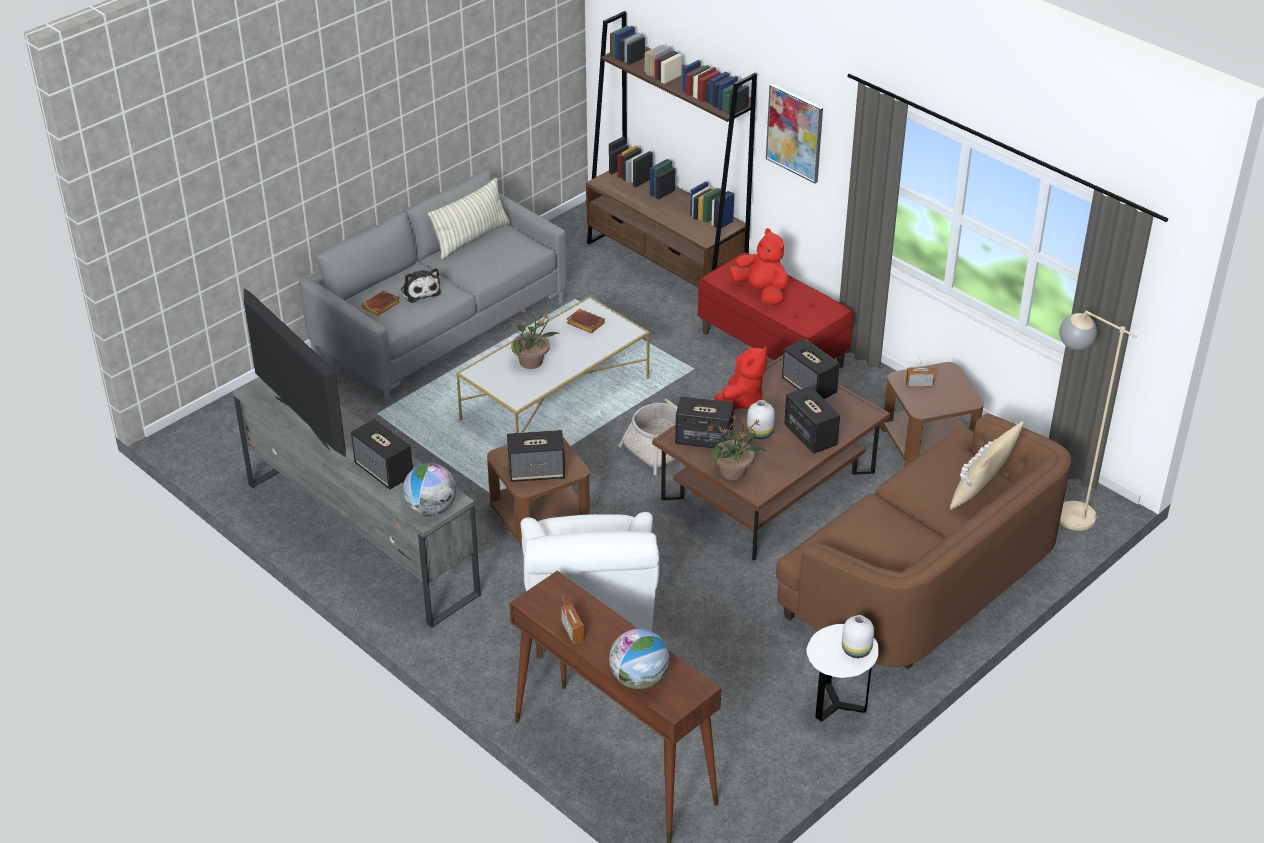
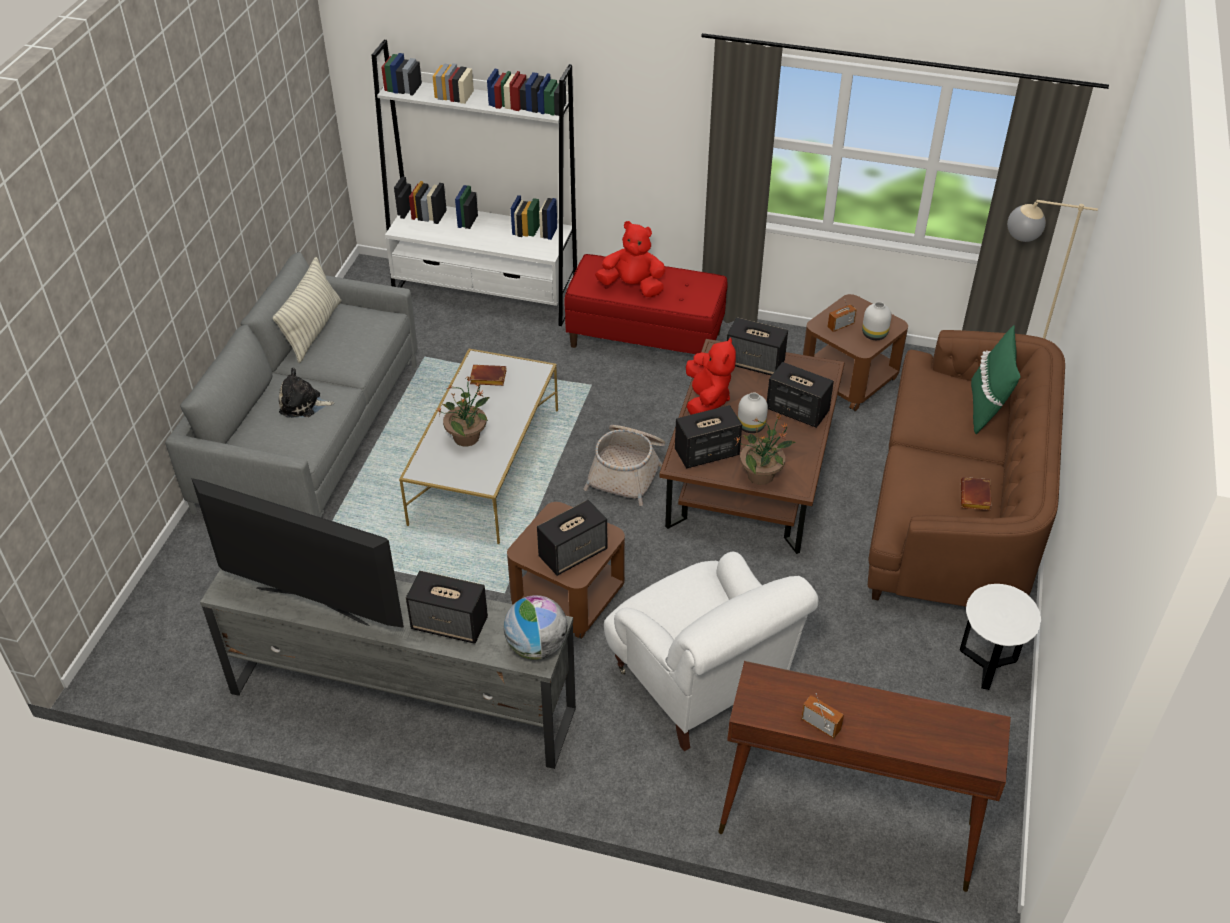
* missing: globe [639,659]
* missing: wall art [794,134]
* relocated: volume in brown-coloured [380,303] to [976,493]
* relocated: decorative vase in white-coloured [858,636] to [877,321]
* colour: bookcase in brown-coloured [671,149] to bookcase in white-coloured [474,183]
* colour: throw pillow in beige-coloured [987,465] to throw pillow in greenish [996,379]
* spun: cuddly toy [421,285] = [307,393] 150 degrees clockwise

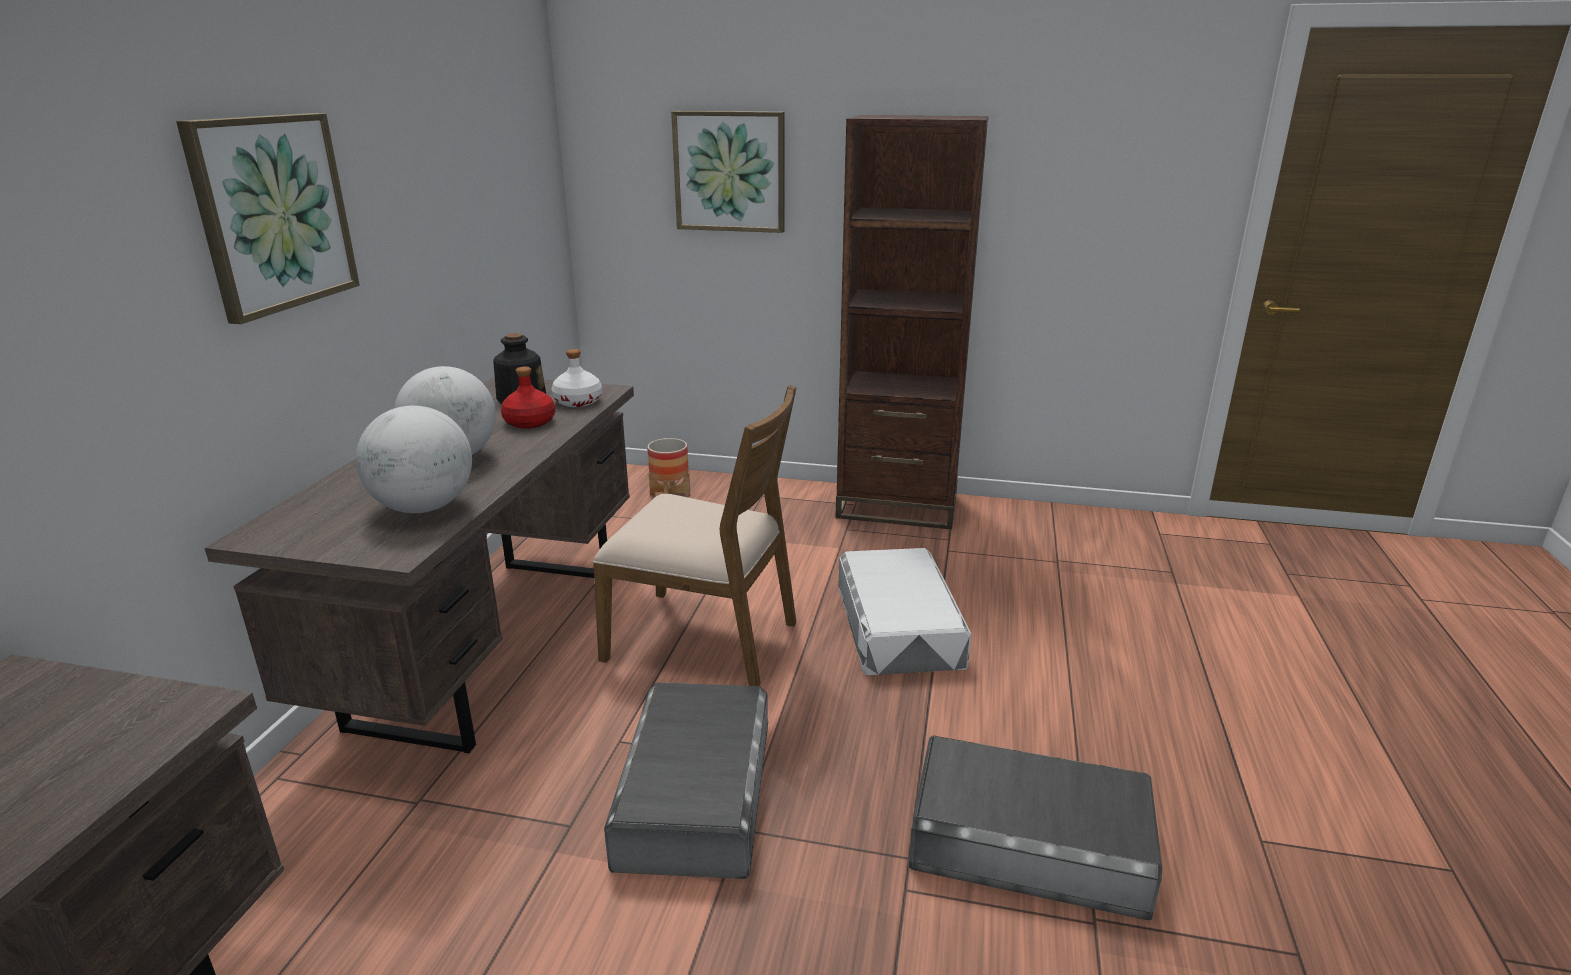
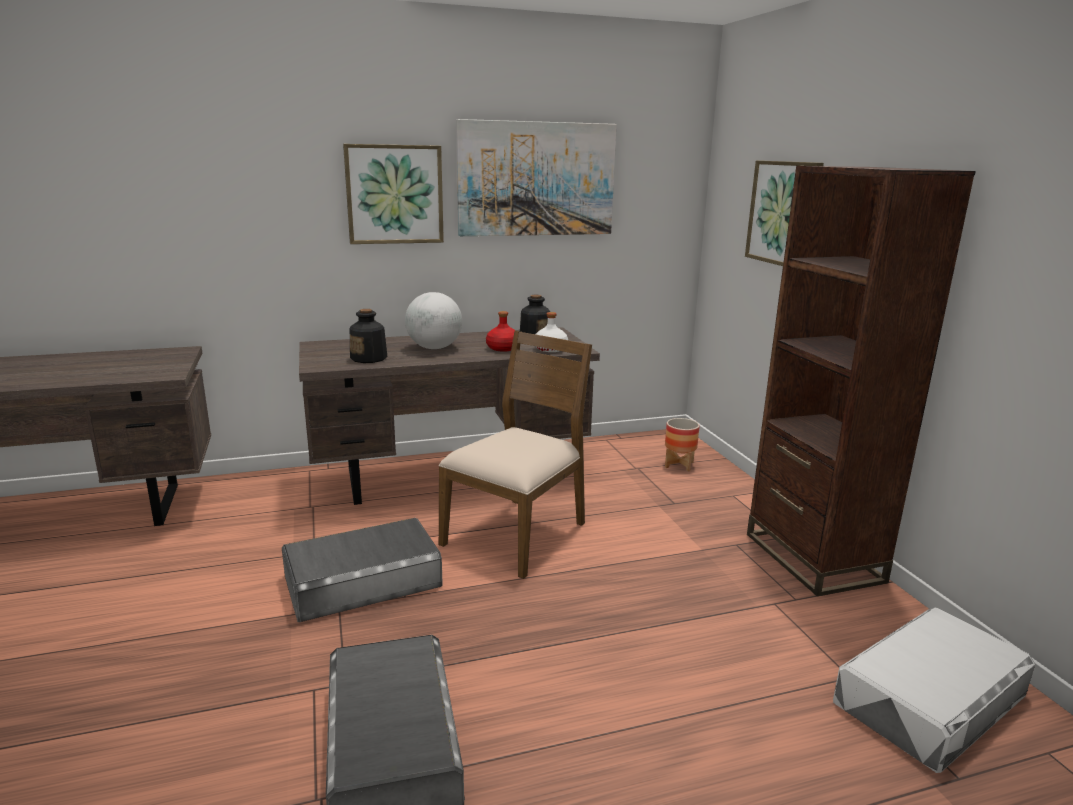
* appeared: wall art [536,177]
* relocated: storage bin in white-coloured [904,611] to [934,690]
* exchanged: globe [414,459] to beverage bottle [368,336]
* spun: plain chair in brown-coloured [695,535] = [515,455] 135 degrees counterclockwise

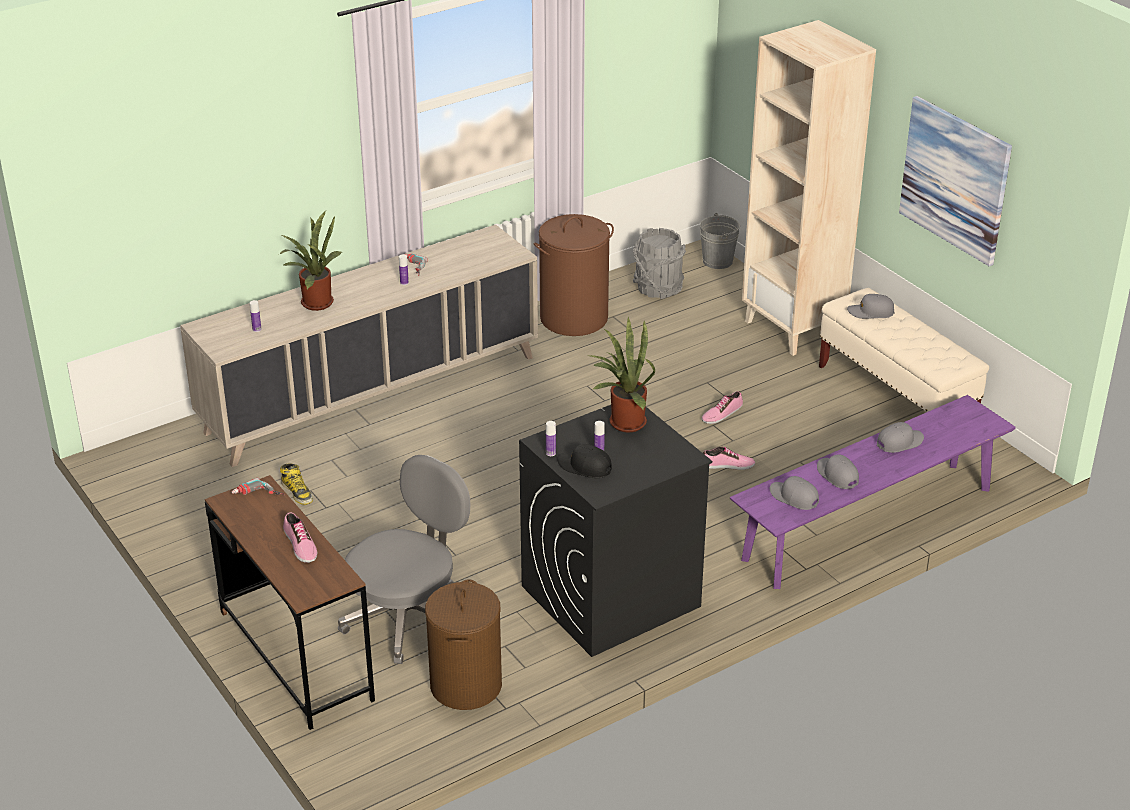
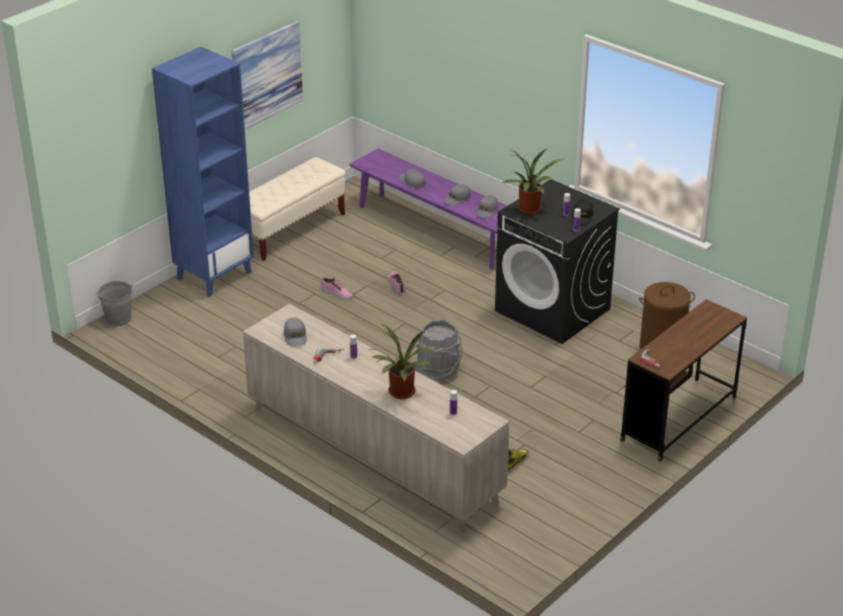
* missing: item of footwear [300,537]
* missing: computer chair in grey [404,559]
* missing: laundry basket in brown-coloured [574,275]
* relocated: bucket in grey [659,263] to [439,349]
* relocated: cap in grey [871,306] to [295,331]
* colour: bookcase in beige-coloured [809,188] to bookcase in blue [203,172]

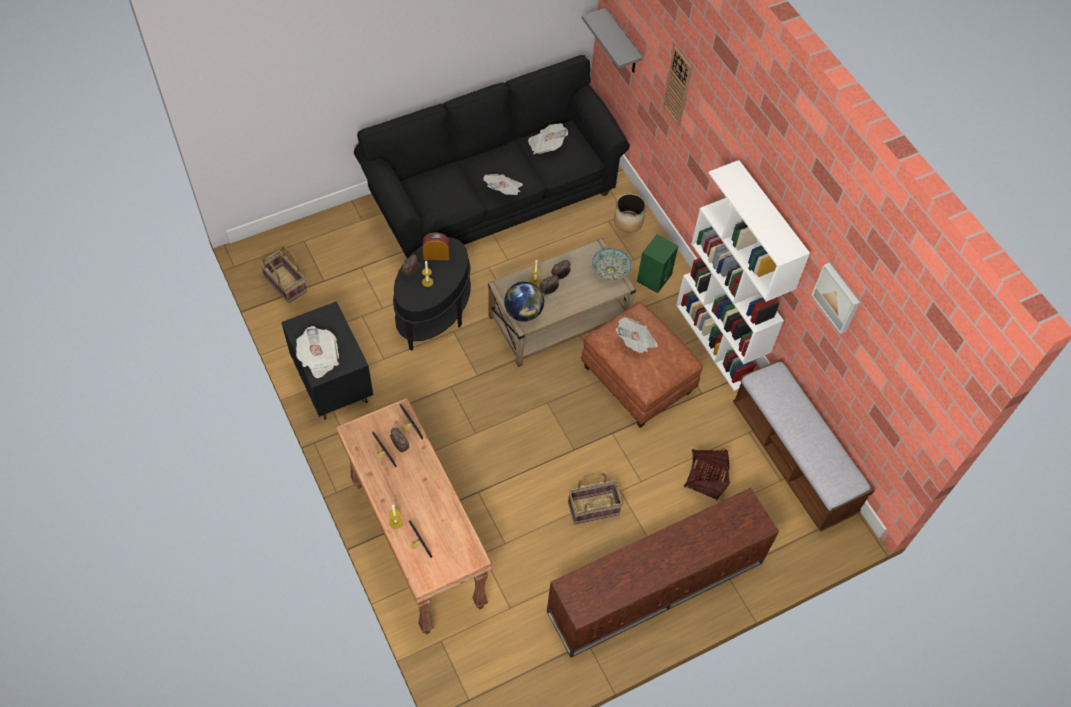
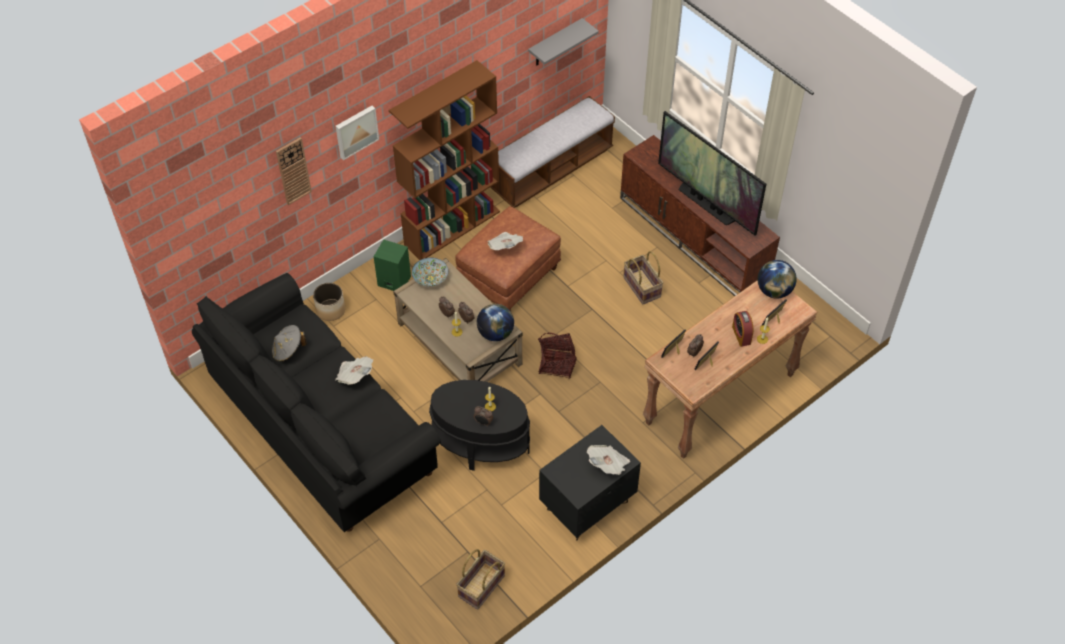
* appeared: TV [712,173]
* appeared: globe [777,279]
* relocated: alarm clock [436,246] to [742,329]
* relocated: wall shelf in grey [612,40] to [563,41]
* relocated: storage basket [707,474] to [557,356]
* relocated: wall art [835,298] to [357,133]
* exchanged: newspaper [548,138] to wearable hat in grey [289,343]
* colour: bookcase in white-coloured [743,275] to bookcase in brown-coloured [444,160]

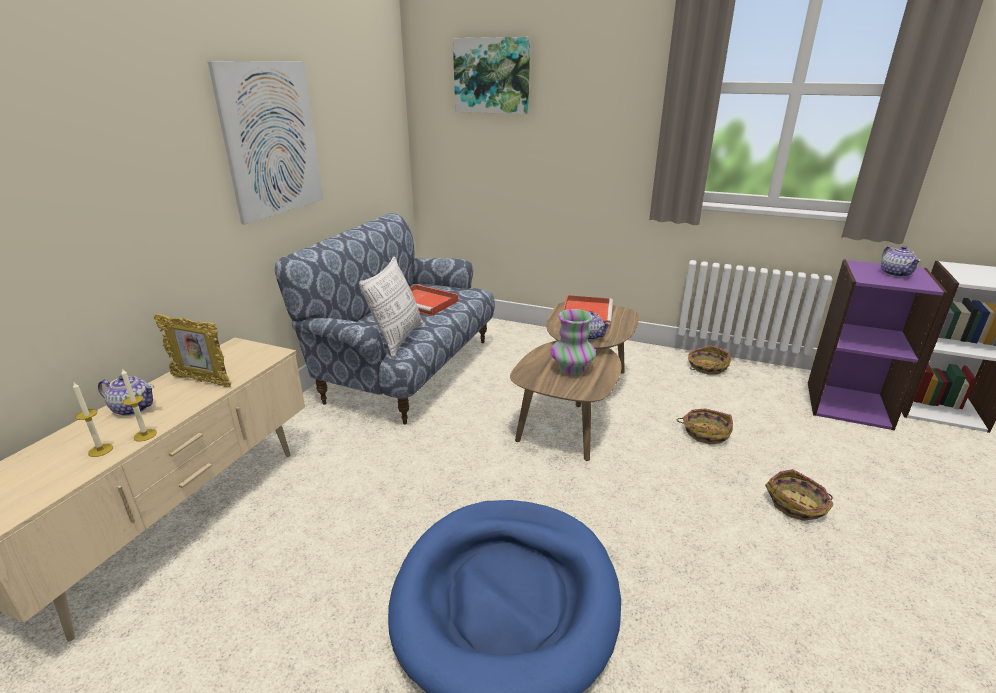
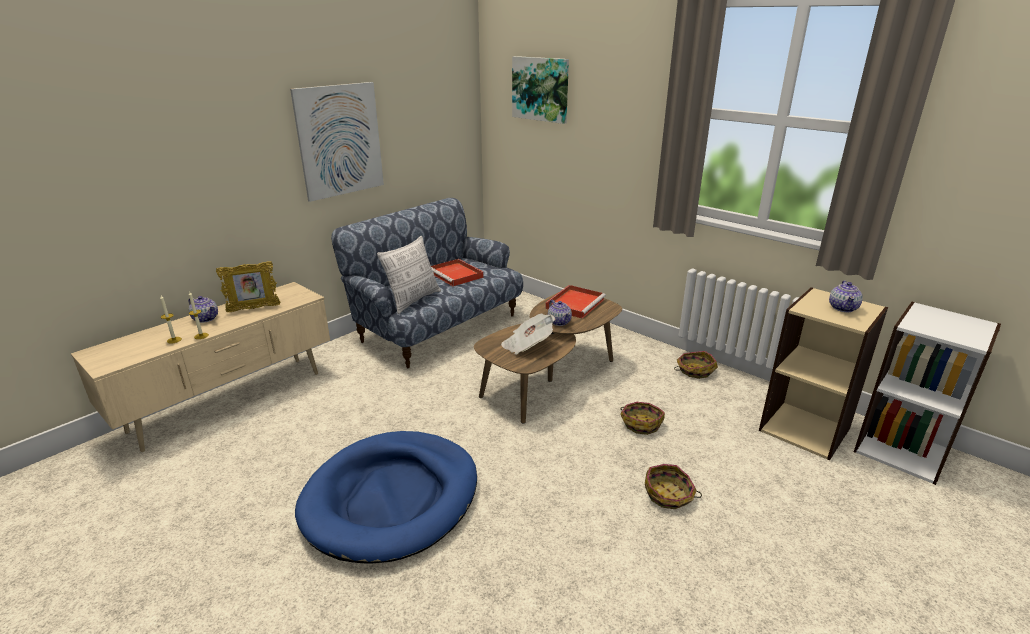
* exchanged: decorative vase [573,342] to newspaper [528,334]
* colour: bookcase in purple-coloured [877,345] to bookcase in beige-coloured [823,374]
* spun: standing frame [192,350] = [248,286] 60 degrees counterclockwise

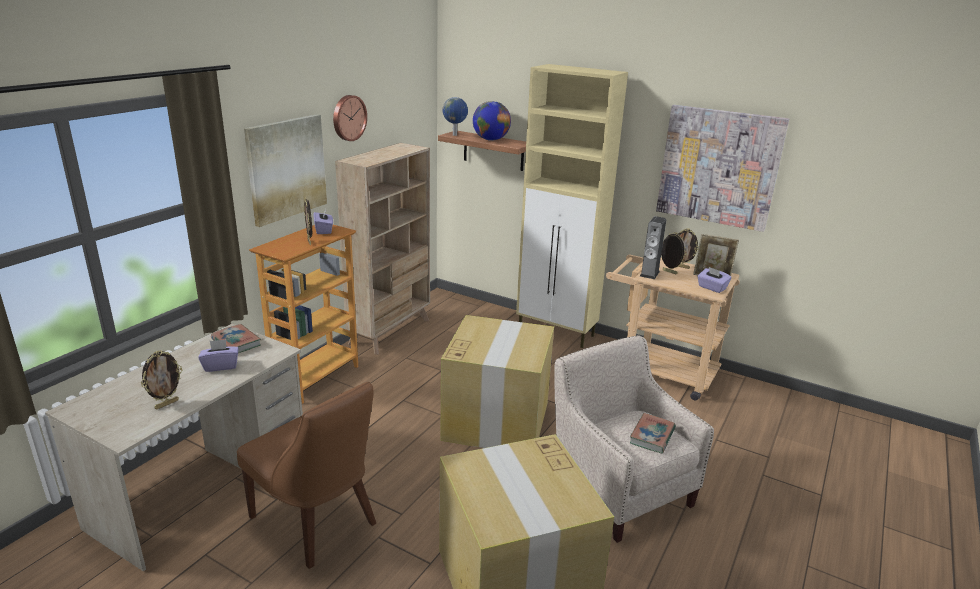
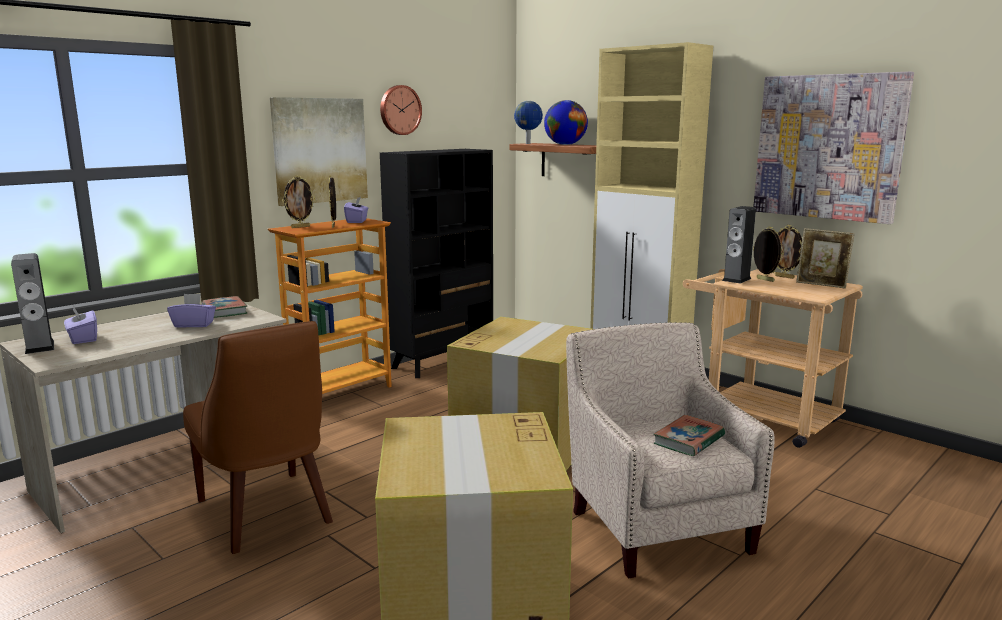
* appeared: loudspeaker [32,303]
* relocated: standing frame [161,379] to [298,201]
* relocated: tissue holder in purple-coloured [714,280] to [80,324]
* colour: bookcase in beige-coloured [382,249] to bookcase in black [436,263]

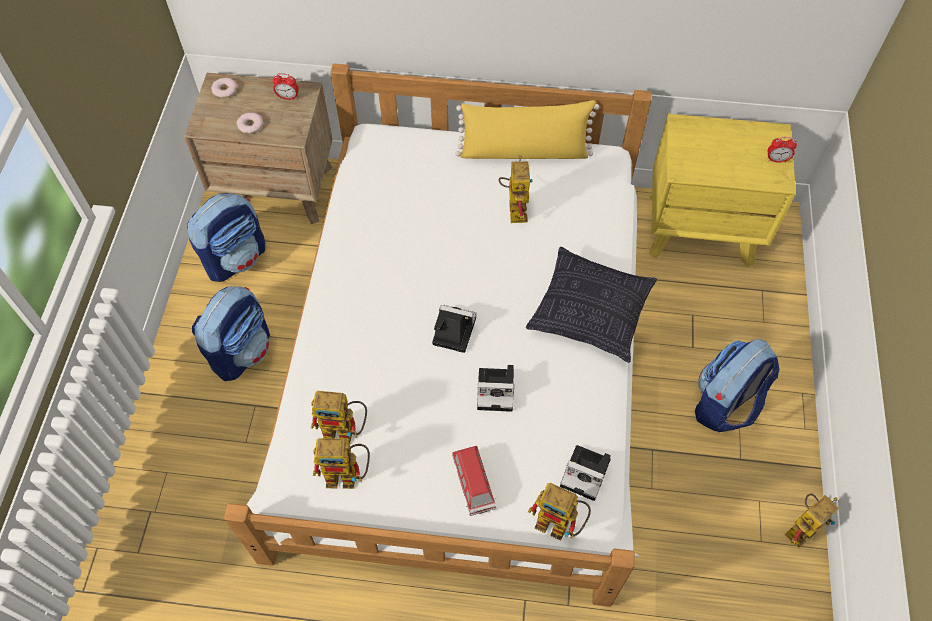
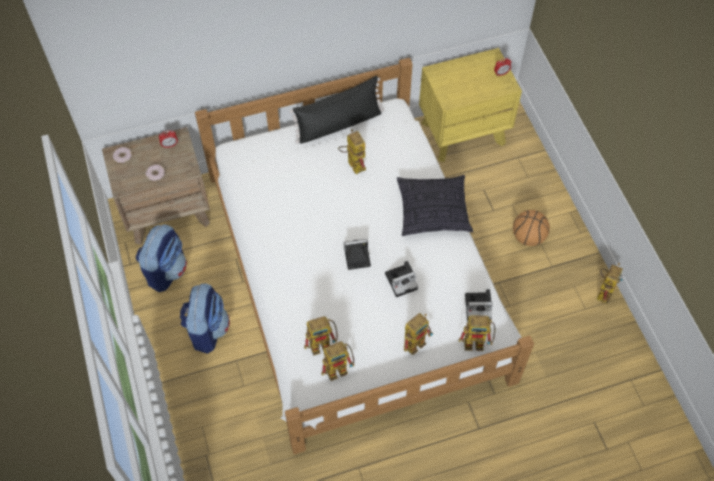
* exchanged: model car [474,481] to robot figure [418,334]
* exchanged: knapsack [737,385] to basketball [531,228]
* colour: throw pillow in yellow-coloured [527,129] to throw pillow in black [336,110]

